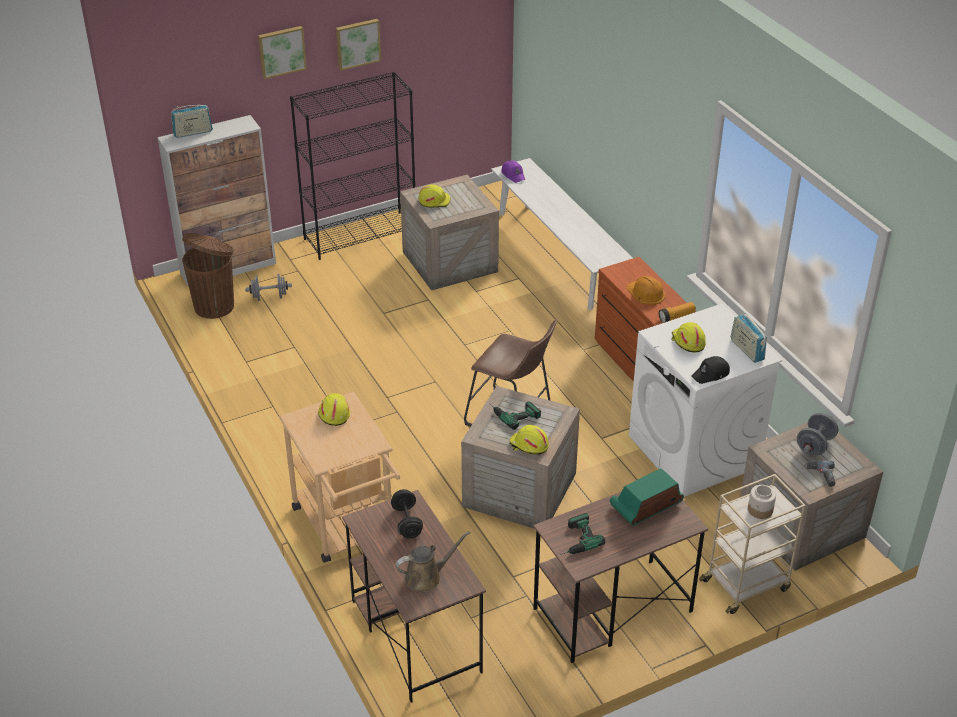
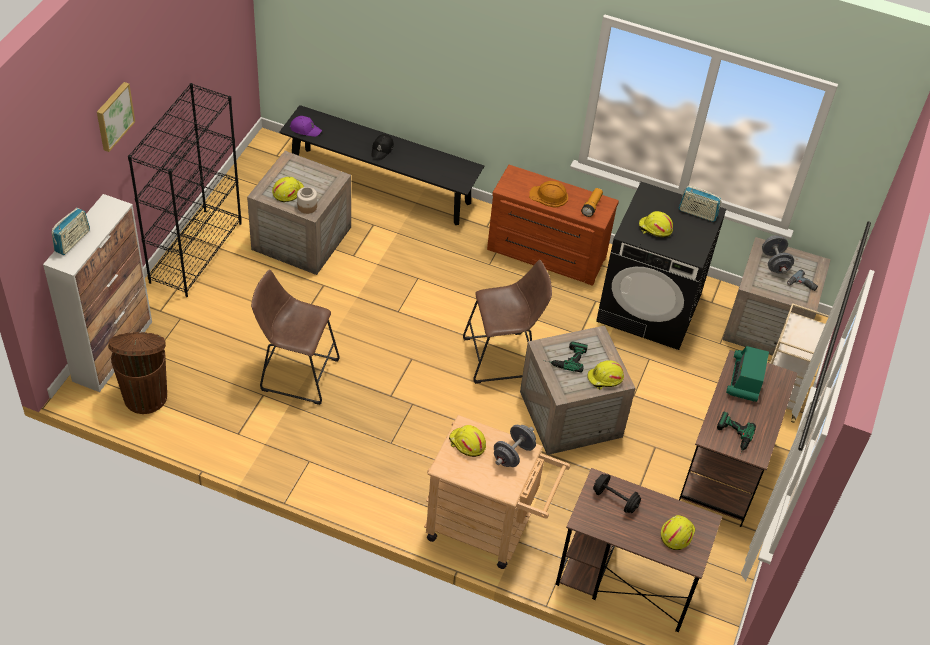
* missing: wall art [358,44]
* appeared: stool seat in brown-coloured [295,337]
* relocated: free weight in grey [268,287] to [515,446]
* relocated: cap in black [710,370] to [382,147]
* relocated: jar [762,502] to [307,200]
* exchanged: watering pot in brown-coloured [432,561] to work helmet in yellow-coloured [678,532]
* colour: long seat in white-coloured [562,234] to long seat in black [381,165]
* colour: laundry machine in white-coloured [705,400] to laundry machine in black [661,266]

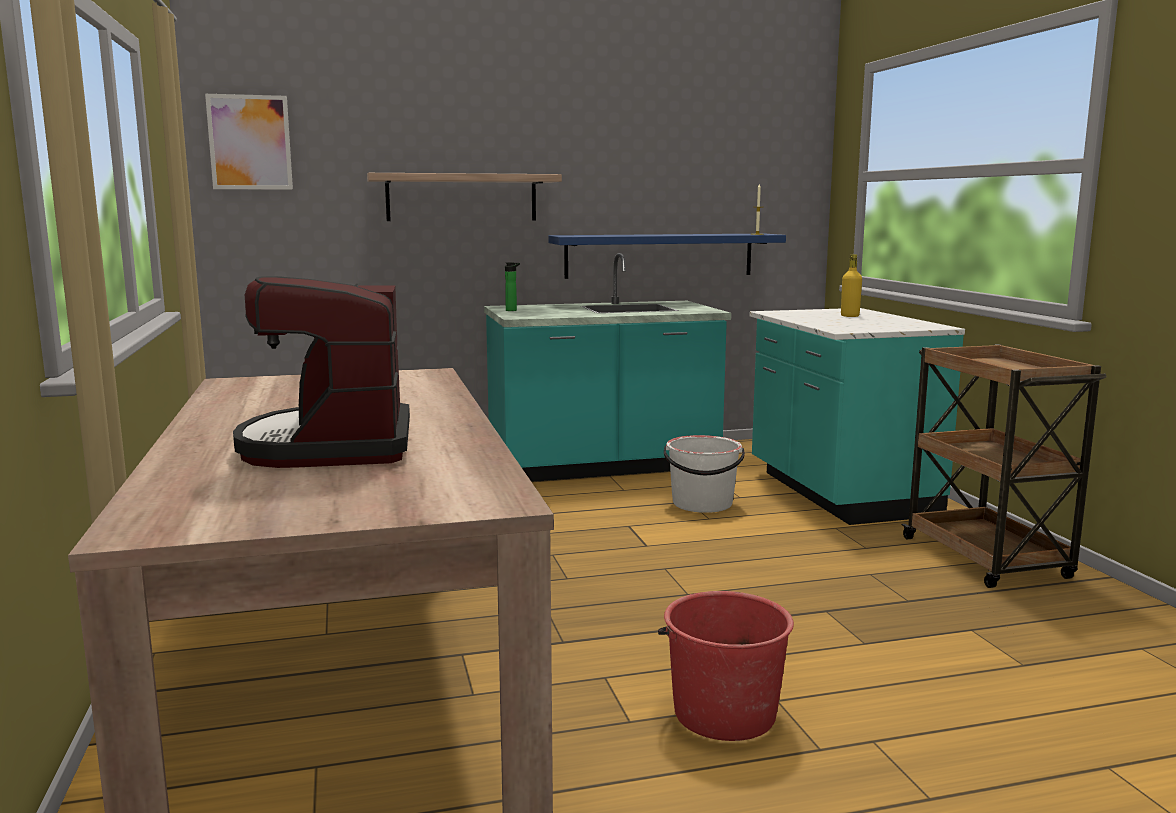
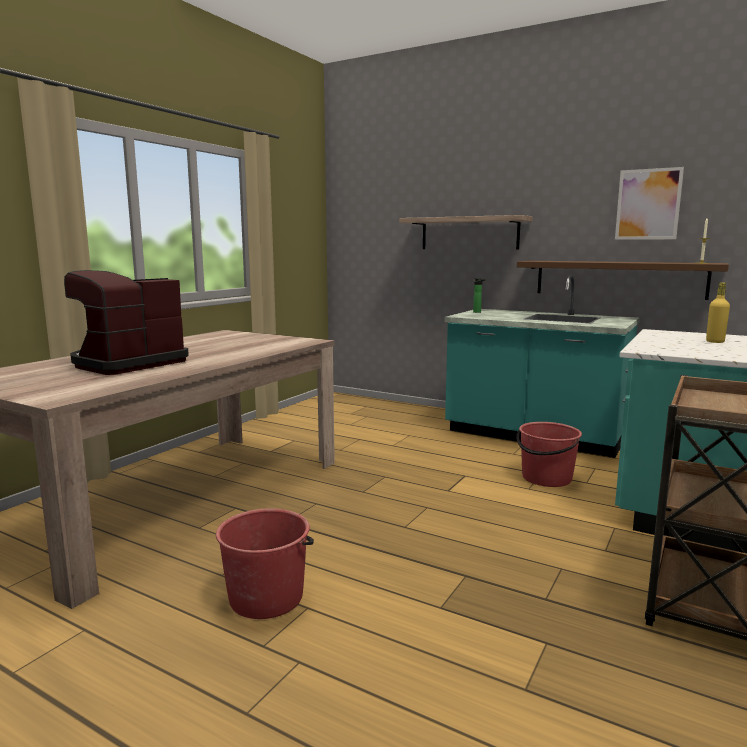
* relocated: wall art [249,142] to [649,203]
* colour: wall shelf in blue [667,256] to wall shelf in brown-coloured [623,280]
* colour: bucket in white-coloured [704,474] to bucket in reddish [549,454]

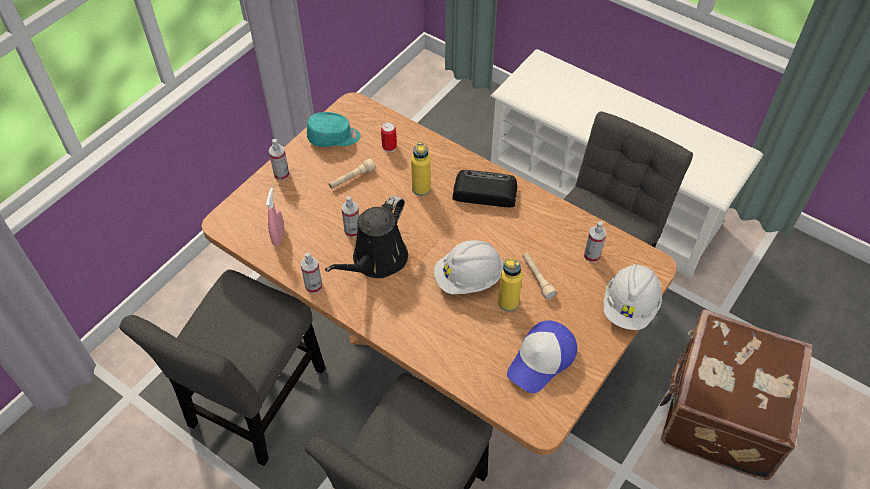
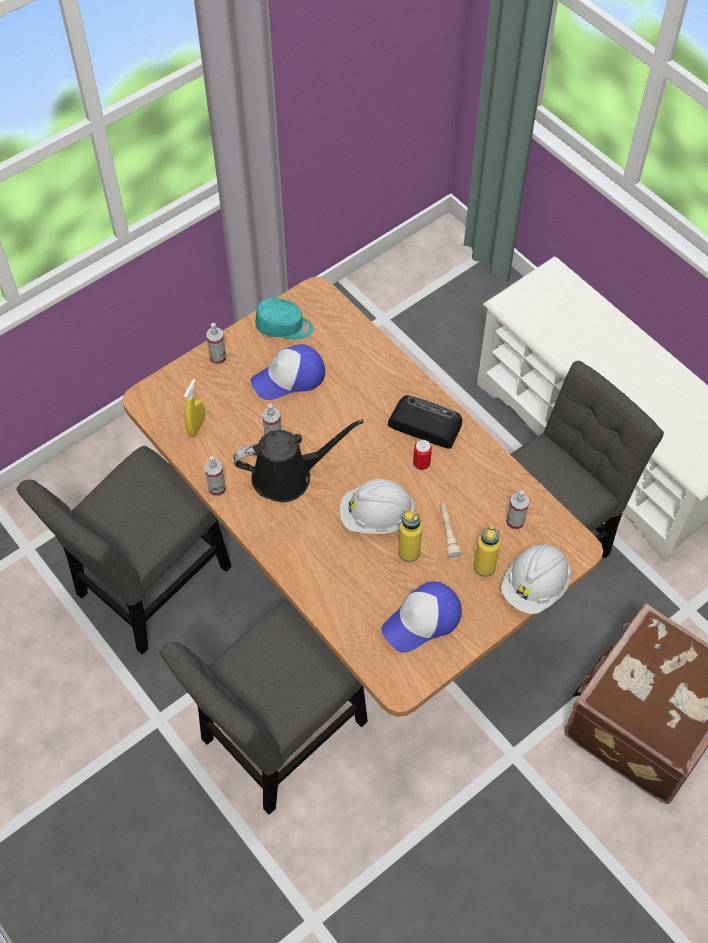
* relocated: can [389,137] to [422,455]
* relocated: beverage bottle in yellow-coloured [421,169] to [487,551]
* exchanged: torch in beige-coloured [352,173] to cap [288,372]
* colour: hand sprayer in pinkish [275,217] to hand sprayer in yellow-coloured [194,408]
* spun: watering pot in black [366,236] = [298,460] 150 degrees counterclockwise

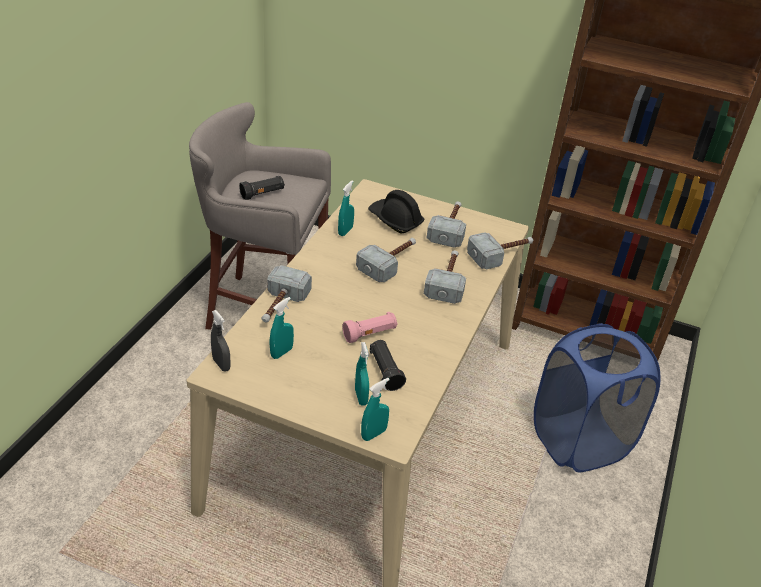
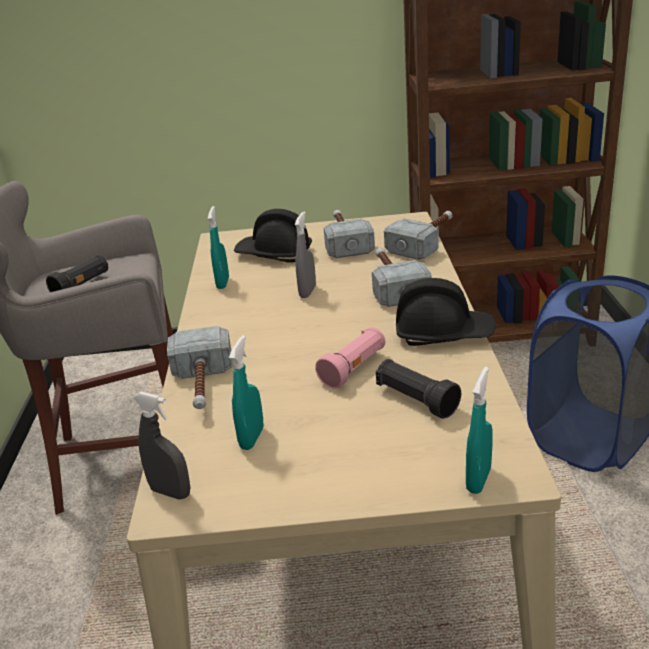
* missing: hand sprayer in turquoise-coloured [362,374]
* appeared: work helmet in black [446,312]
* exchanged: tool hammer [386,260] to hand sprayer in grey [305,254]

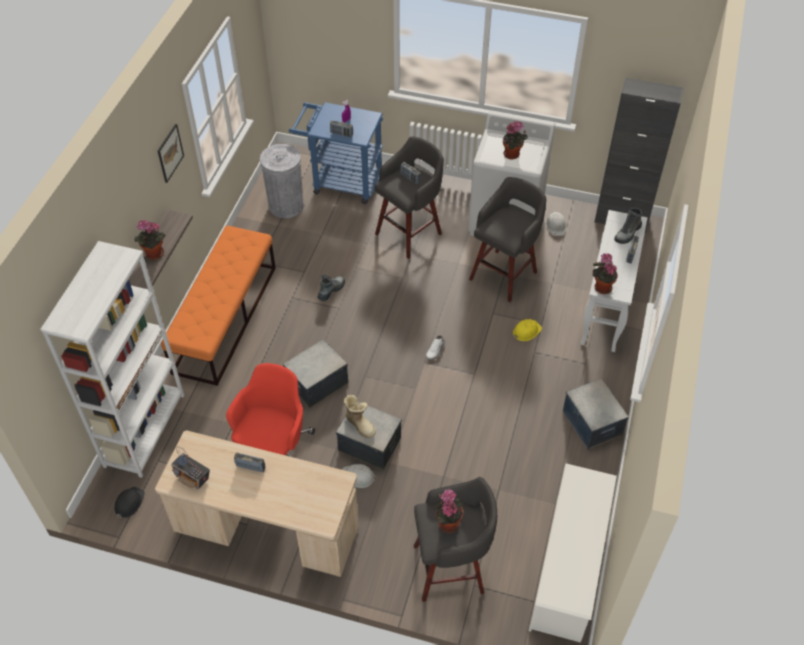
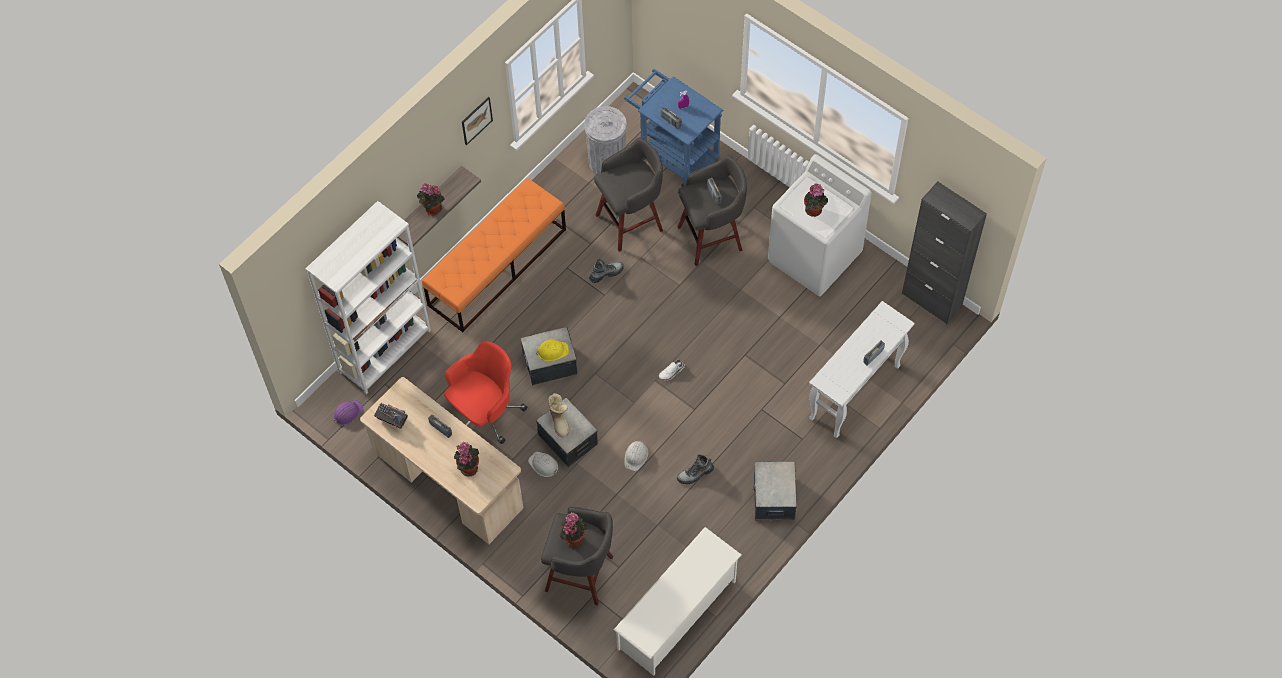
* relocated: stool seat in grey [508,239] to [628,194]
* relocated: work helmet in yellow-coloured [527,330] to [552,350]
* relocated: work helmet in white-coloured [556,224] to [636,455]
* relocated: houseplant [605,273] to [466,459]
* relocated: high-top boot [628,226] to [695,469]
* colour: work helmet in black [129,502] to work helmet in purple-coloured [349,412]
* spun: radio set [190,468] = [391,416] 150 degrees clockwise

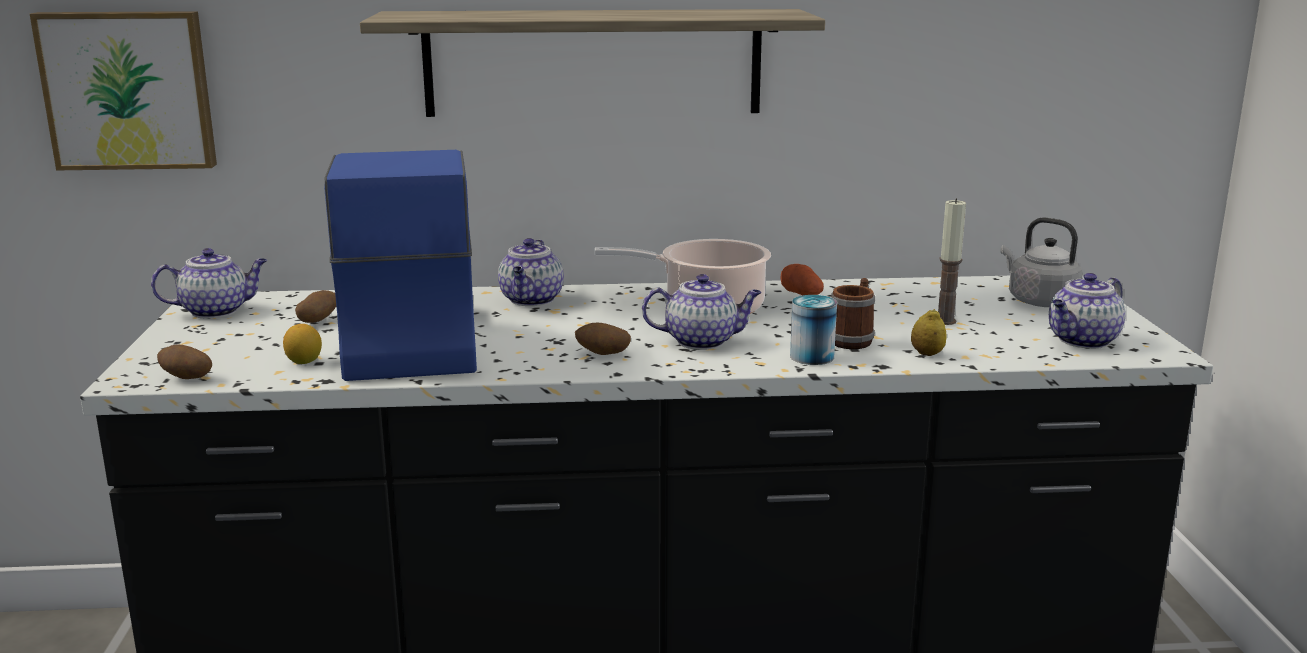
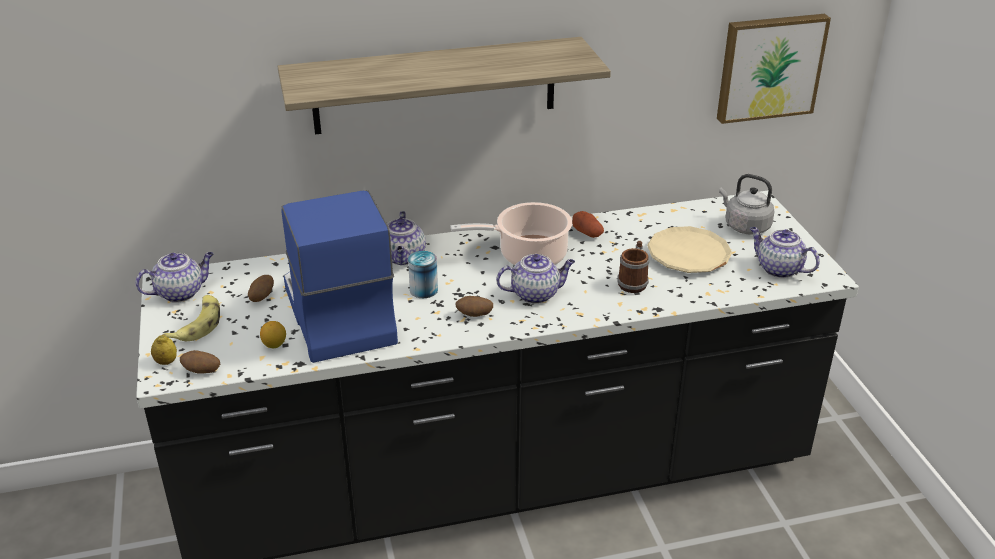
* appeared: banana fruit [191,318]
* relocated: wall art [123,90] to [774,69]
* relocated: can [813,330] to [423,274]
* relocated: whole lemon [928,332] to [164,350]
* exchanged: wax candle [952,261] to dinner plate in beige-coloured [689,249]
* spun: teapot [1087,311] = [785,252] 90 degrees clockwise

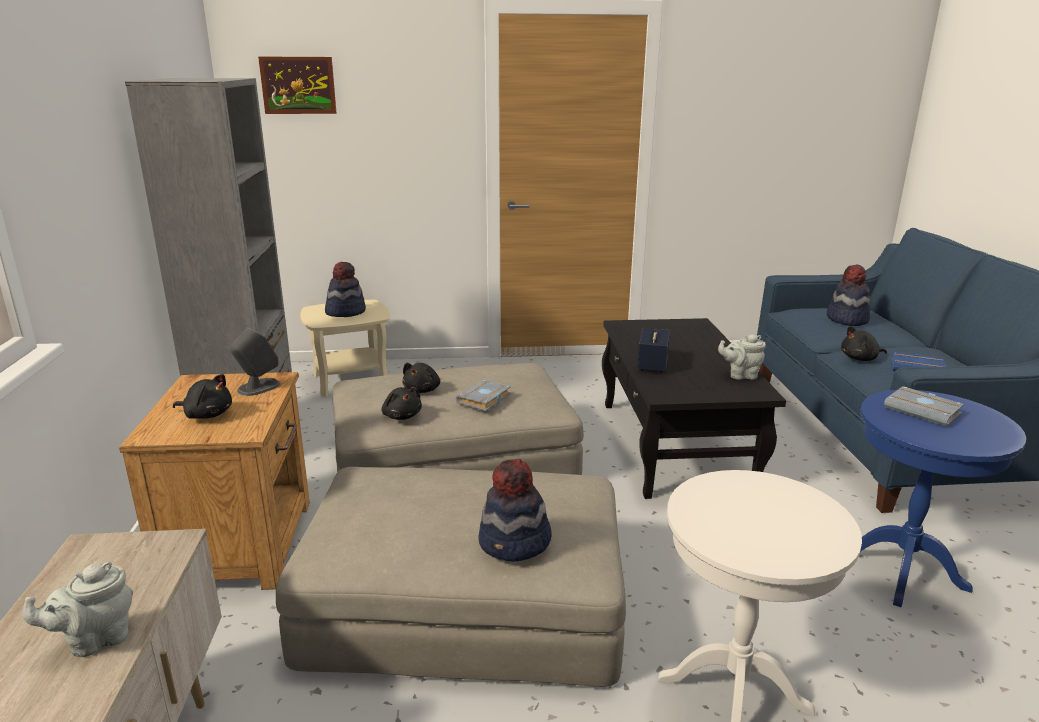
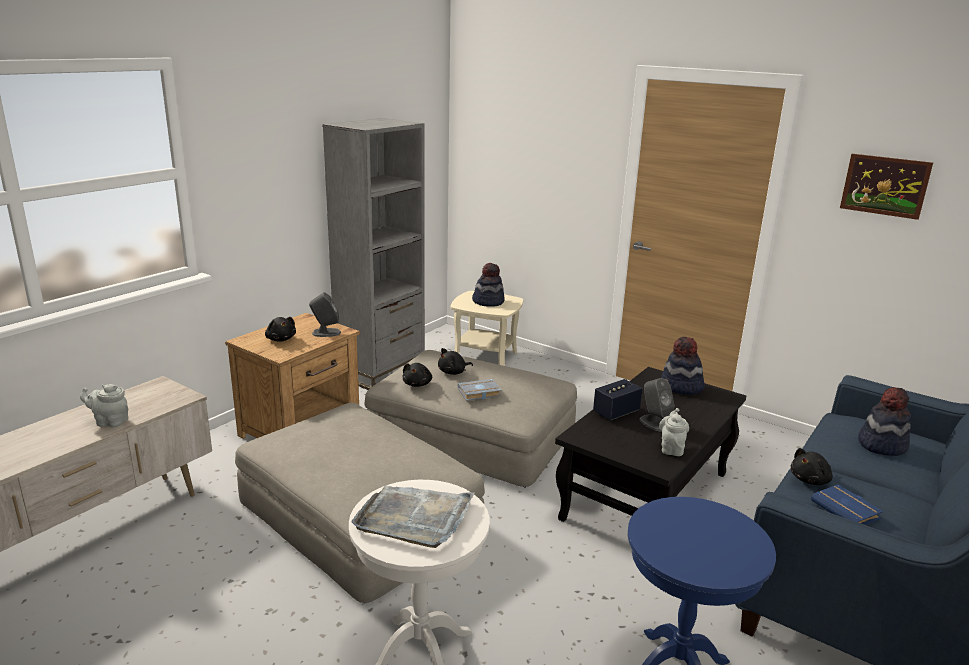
* missing: volume in grey [924,406]
* appeared: carrying tray in grey [413,517]
* appeared: loudspeaker in grey [657,405]
* relocated: wall art [297,85] to [886,187]
* relocated: wearable hat [515,510] to [683,365]
* spun: teapot in grey [742,357] = [674,432] 60 degrees clockwise
* spun: cuddly toy in black [864,343] = [812,466] 60 degrees counterclockwise

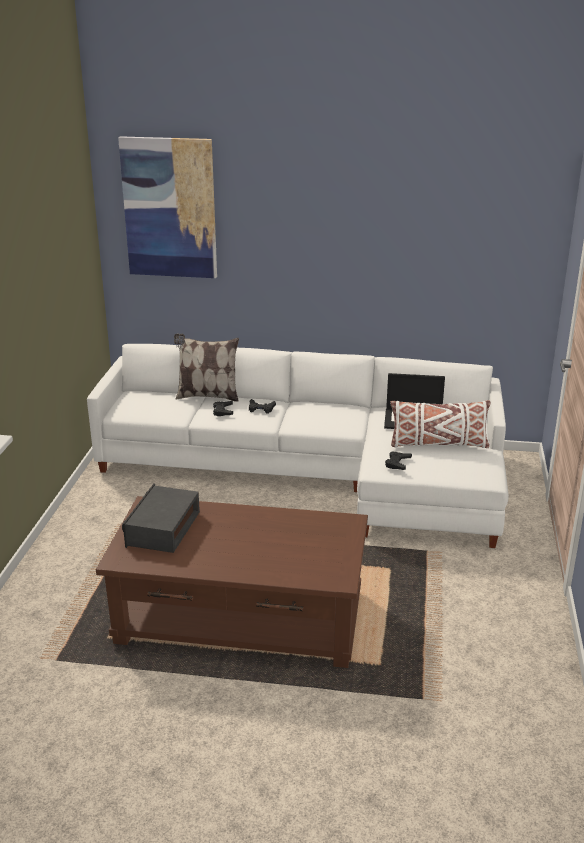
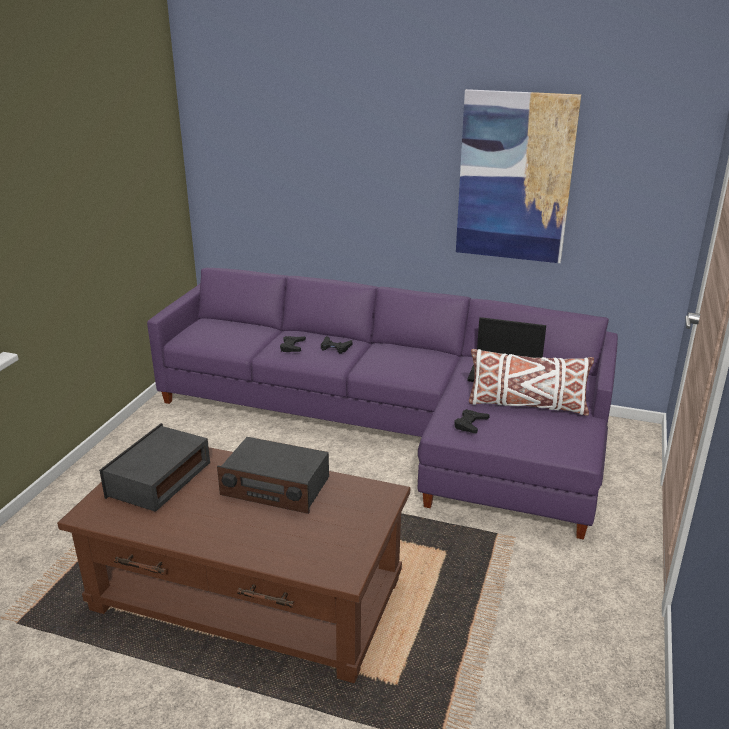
* missing: throw pillow [206,367]
* appeared: radio set [273,475]
* relocated: wall art [167,207] to [518,176]
* colour: couch in white-coloured [298,446] to couch in purple-coloured [382,404]

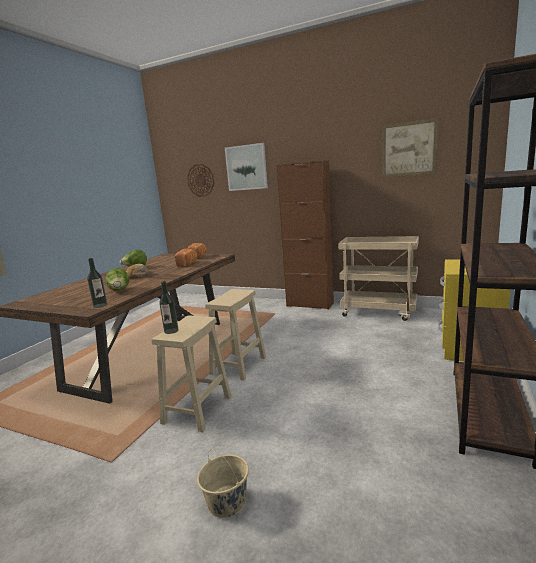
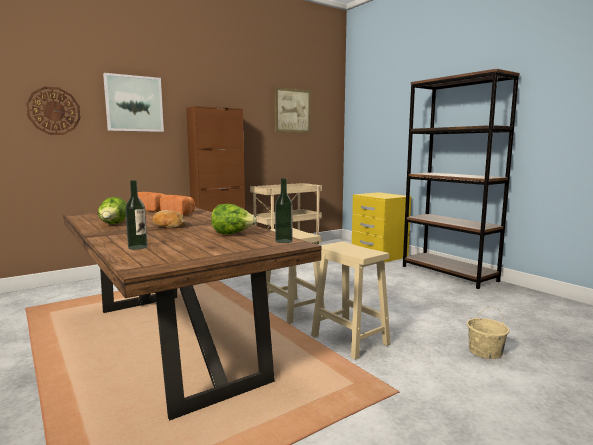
* relocated: beverage bottle [168,307] to [136,215]

